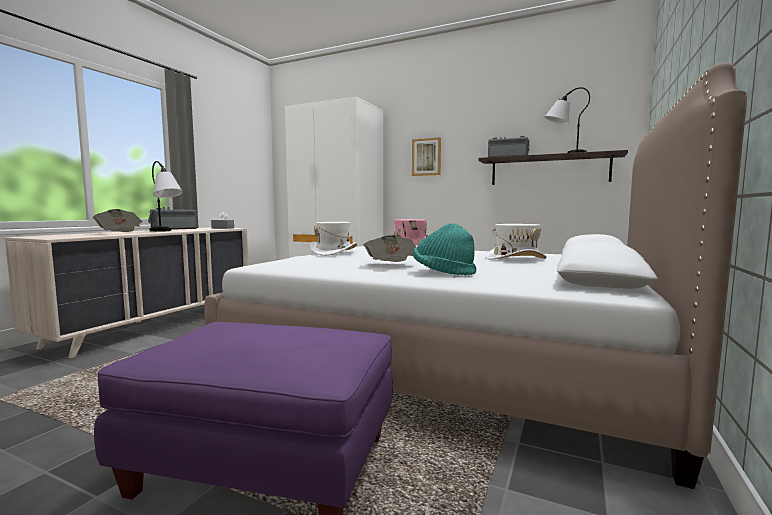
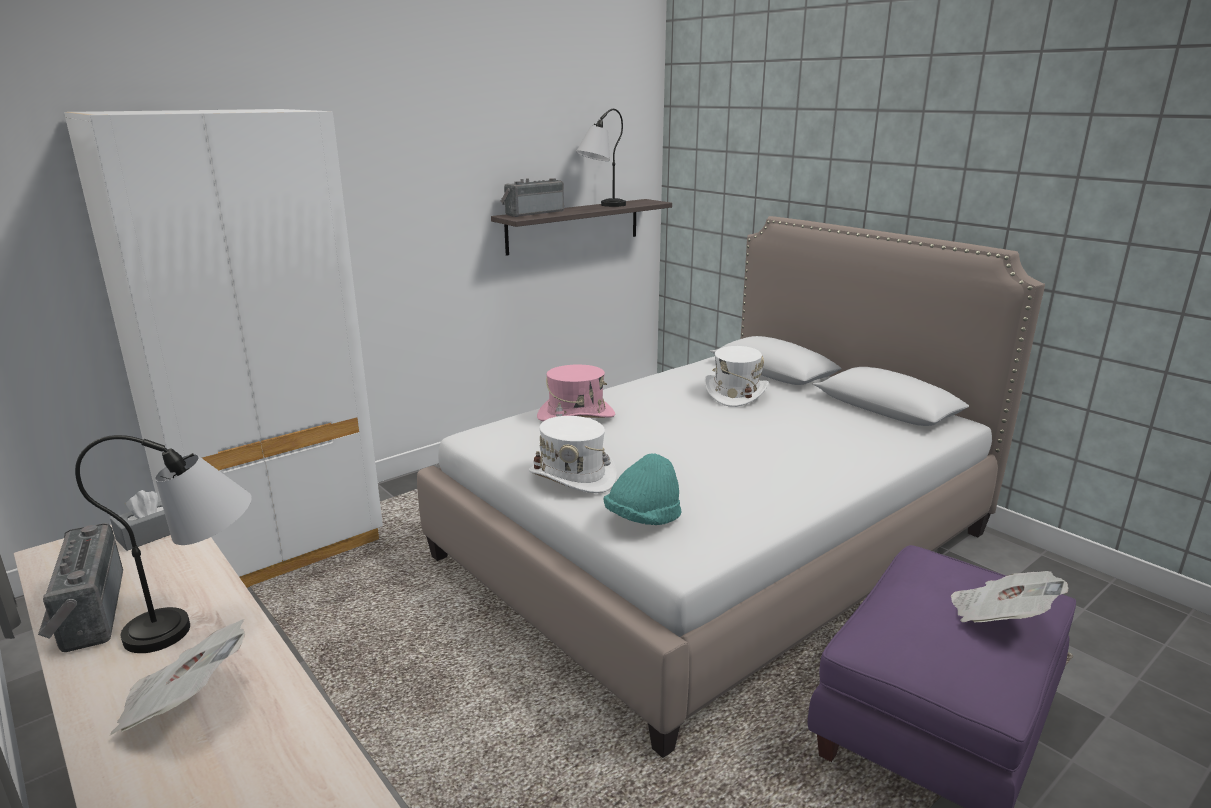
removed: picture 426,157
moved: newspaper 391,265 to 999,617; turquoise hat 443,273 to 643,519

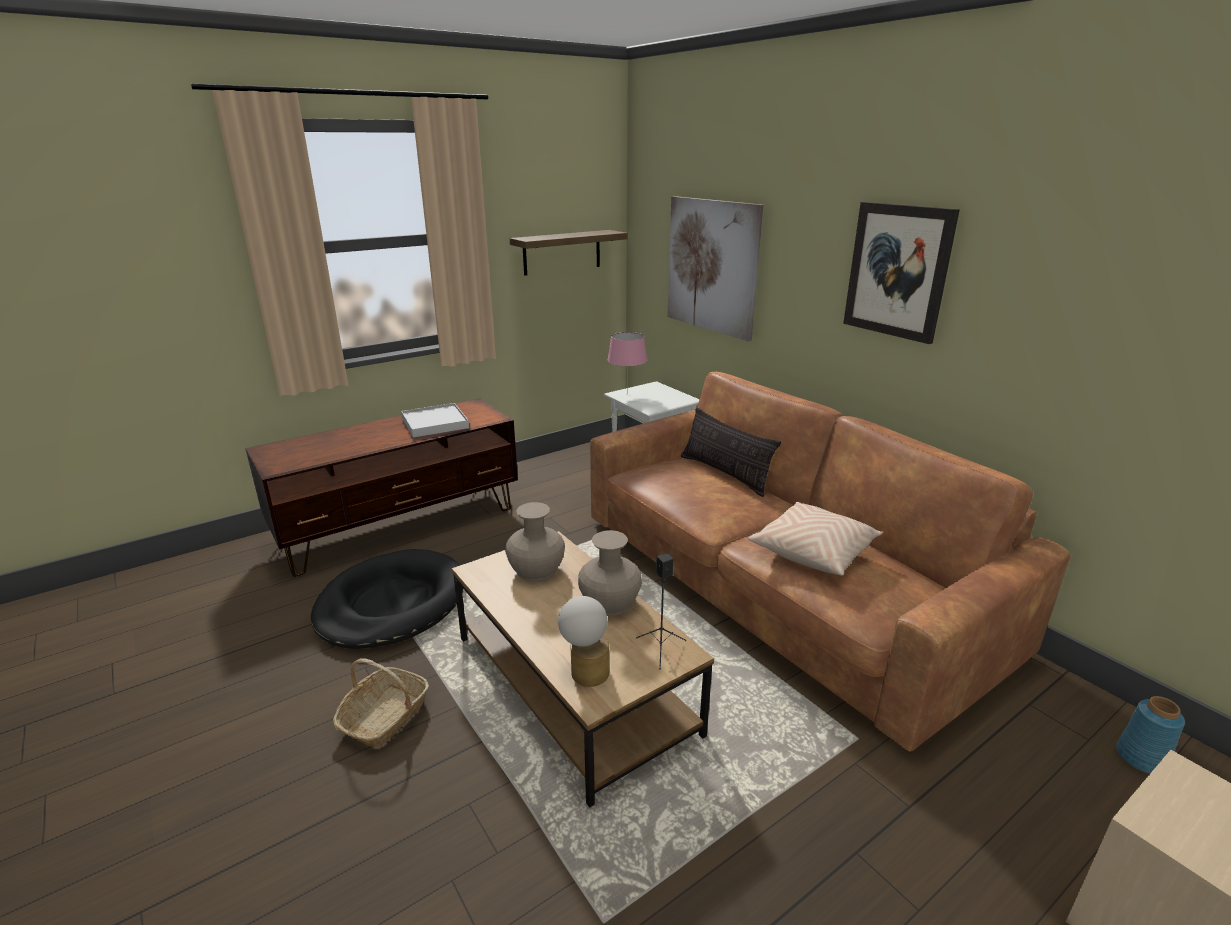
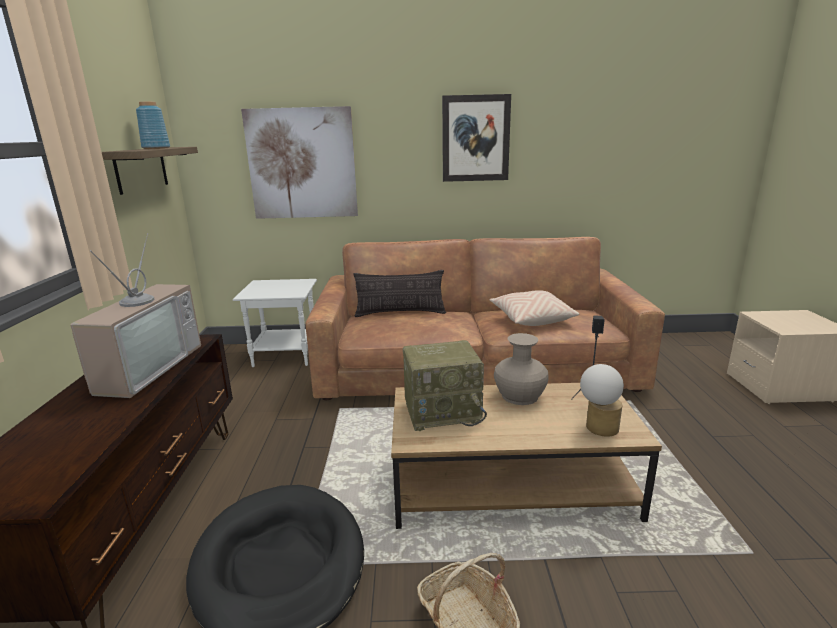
removed: pink table lamp 626,394
moved: blue vase 1139,758 to 155,148
replaced: white tray 435,423 to television 145,367; beige vase 536,569 to radio 443,412

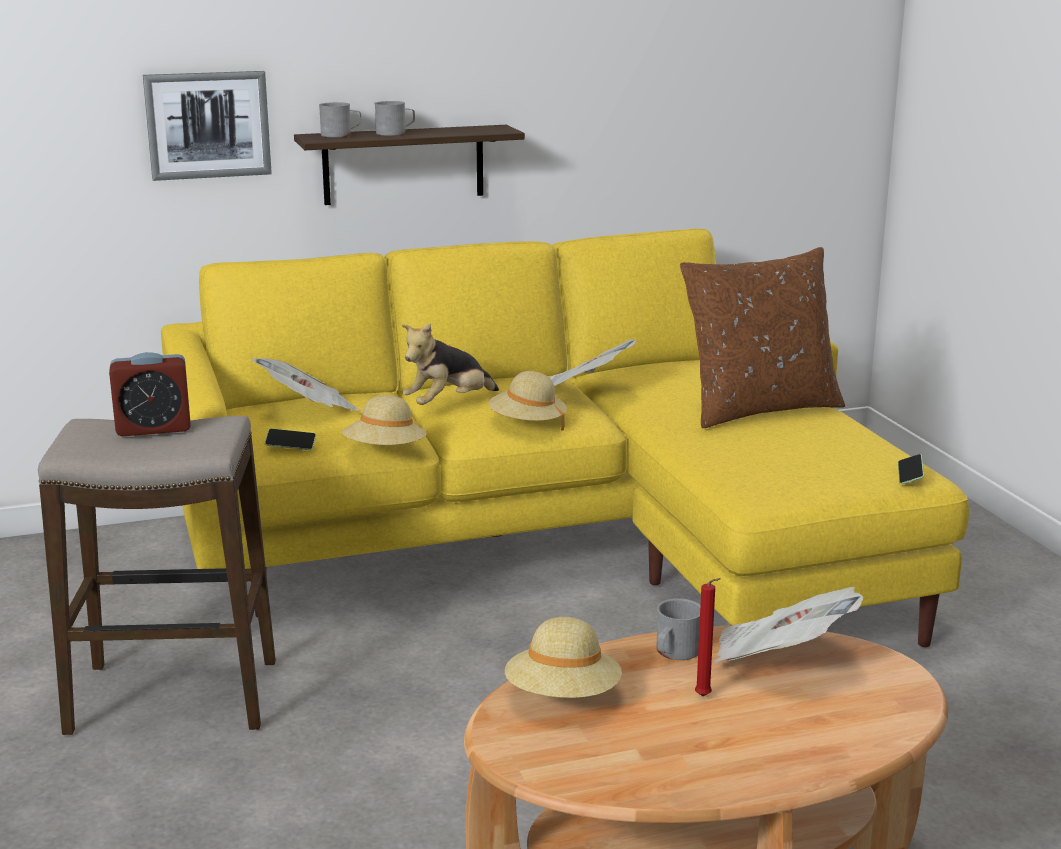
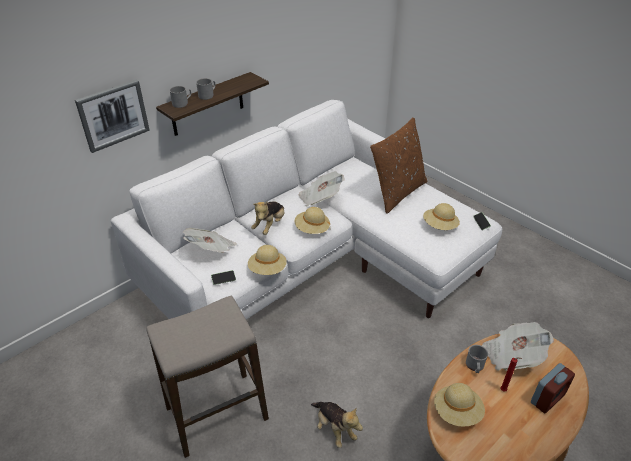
added: plush toy 334,428; beige hat 440,226
moved: alarm clock 153,429 to 547,398
recoloured: yellow sofa 554,551 to white sofa 312,263

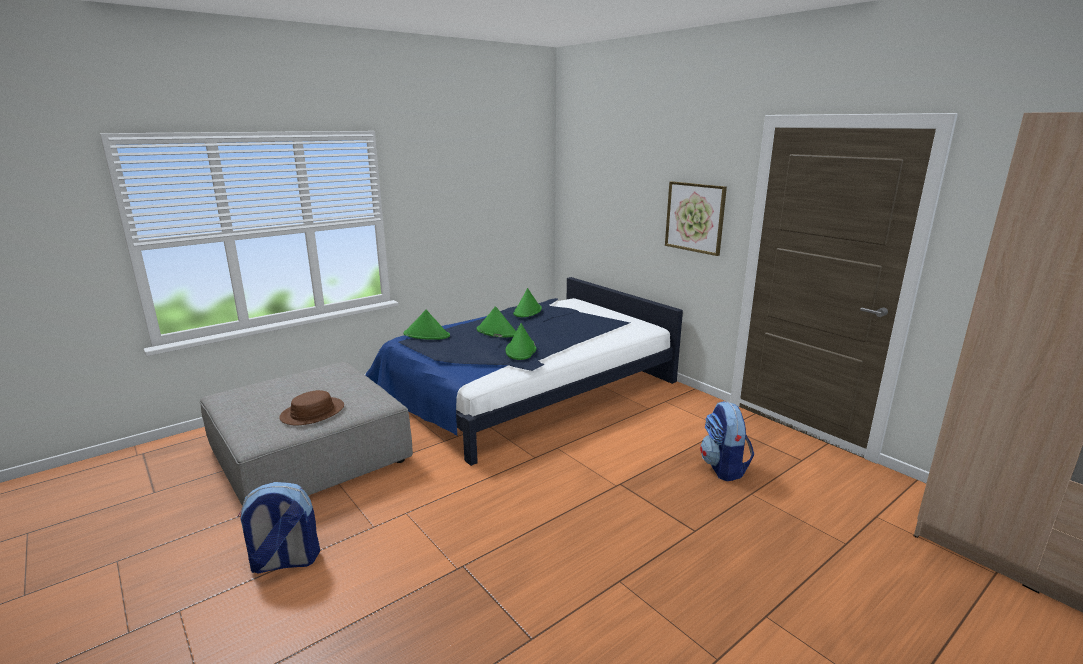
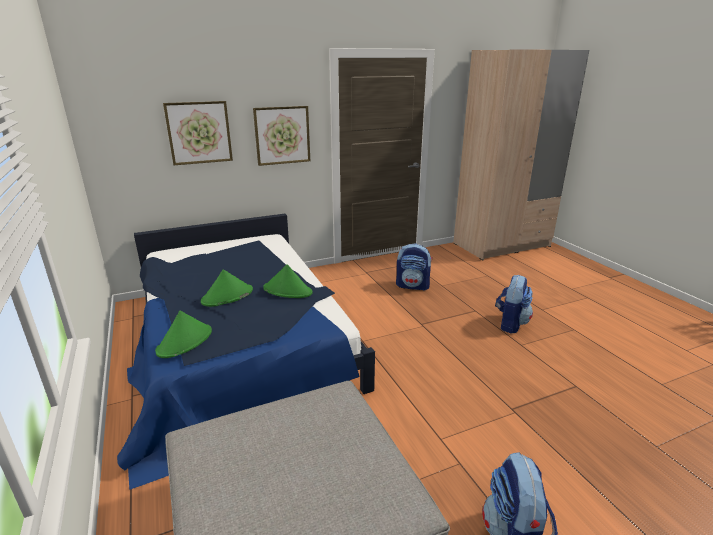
removed: brown hat 313,412; green hat 527,311
added: picture 199,132; backpack 510,324

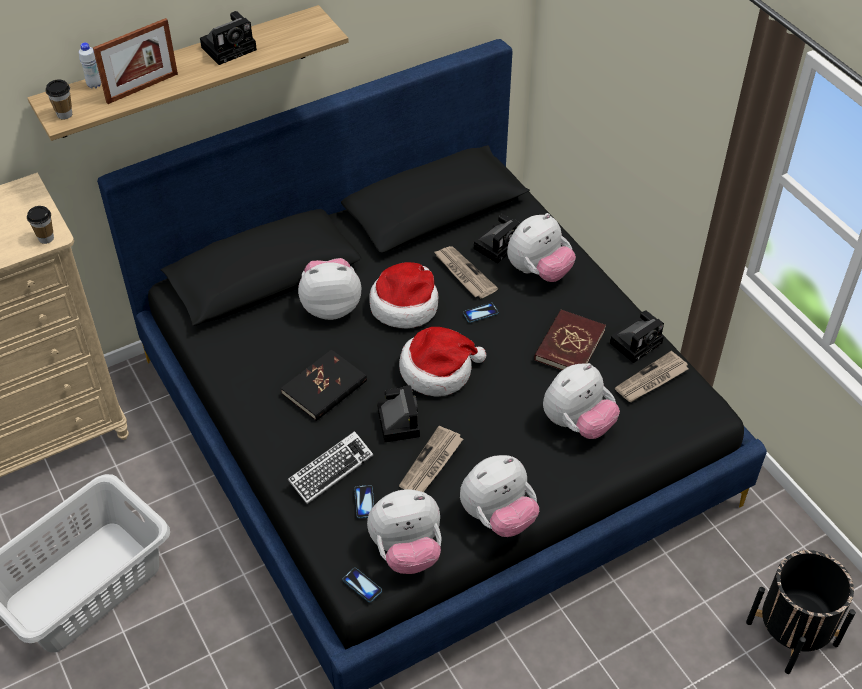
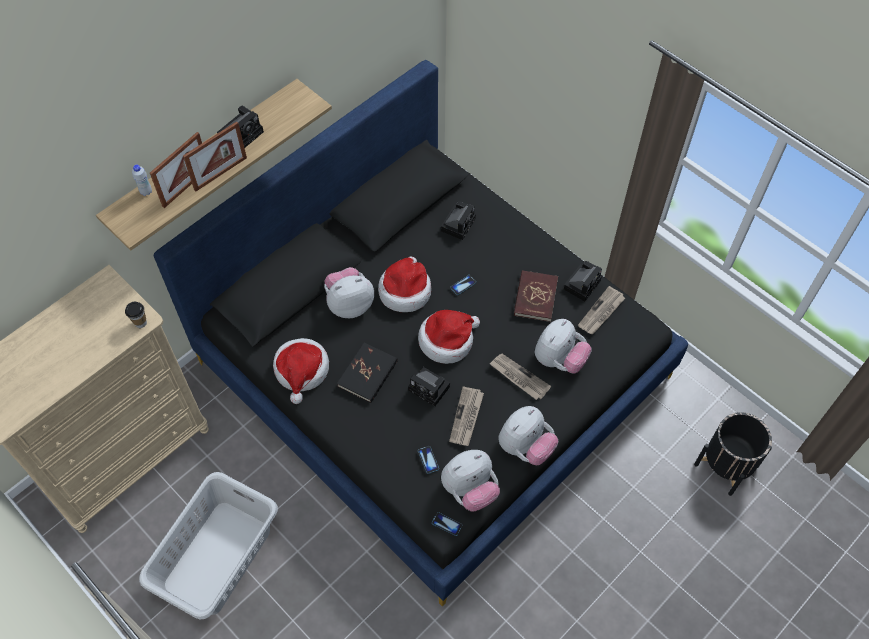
removed: cup 64,114; keyboard 330,470; plush toy 538,271
added: picture frame 220,173; hat 302,371
moved: newspaper 464,274 to 518,377
turned: photo camera 397,421 = 430,389 150 degrees clockwise

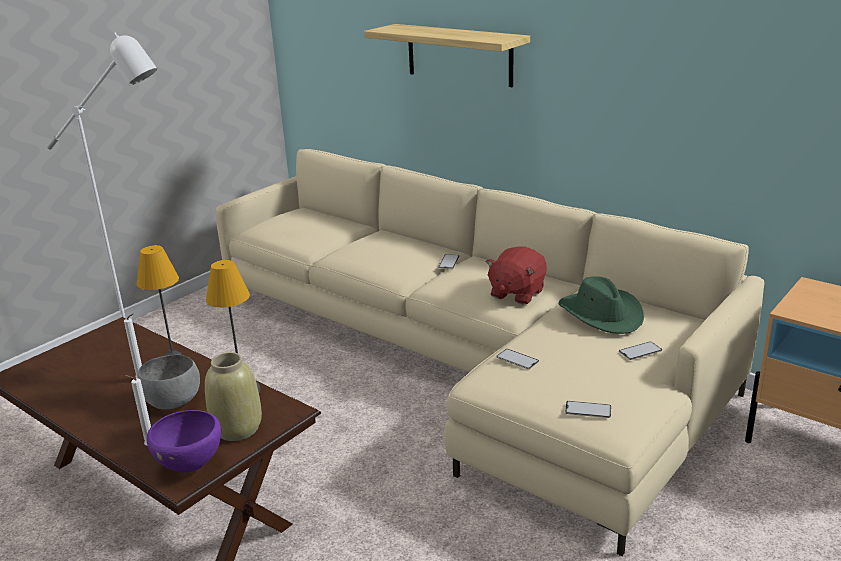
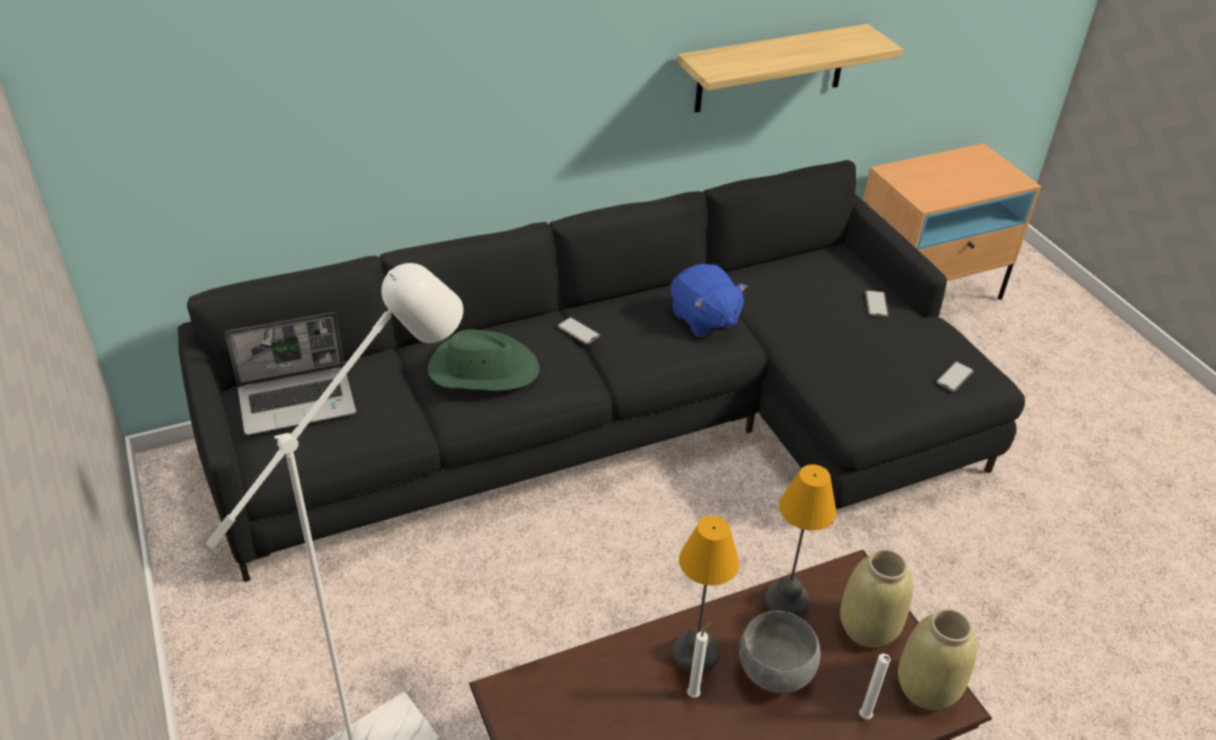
removed: phone 517,359
added: laptop 298,401
moved: shelf 459,55 to 771,68; green hat 601,314 to 482,369
replaced: purple bowl 191,466 to beige vase 926,686
recoloured: beige sofa 468,360 to black sofa 625,425; red plush toy 516,293 to blue plush toy 704,319

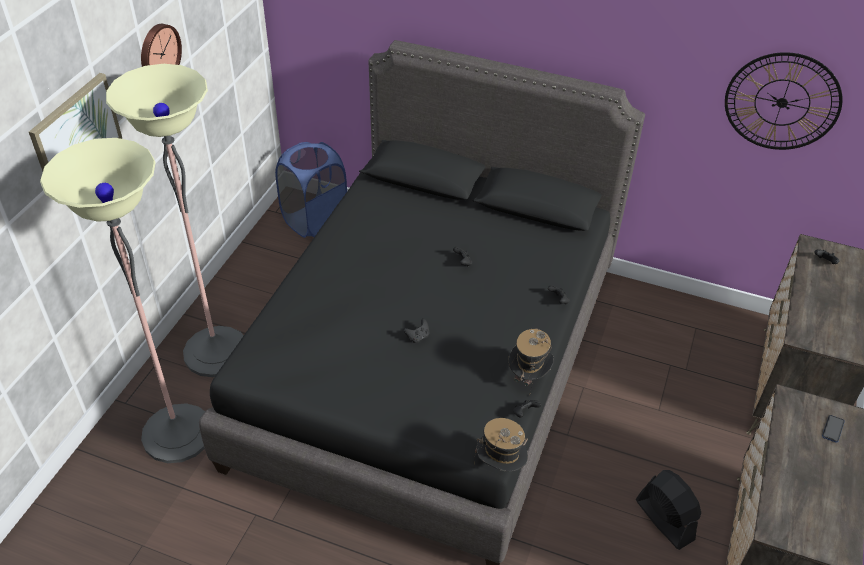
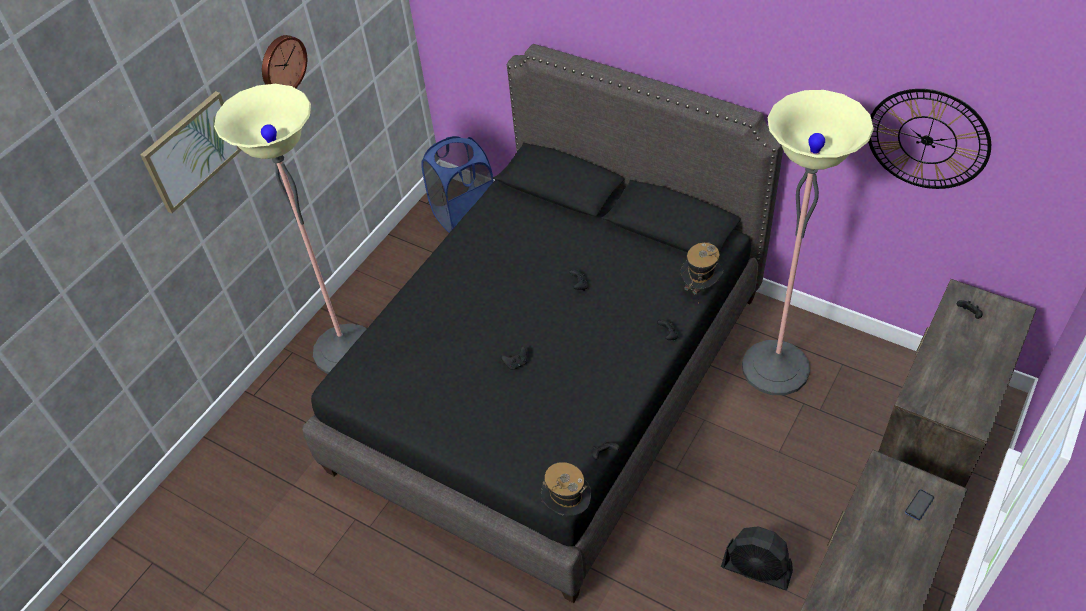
moved: floor lamp 177,434 to 775,368; hat 528,377 to 700,287
turned: black fan 664,519 = 756,569 135 degrees clockwise

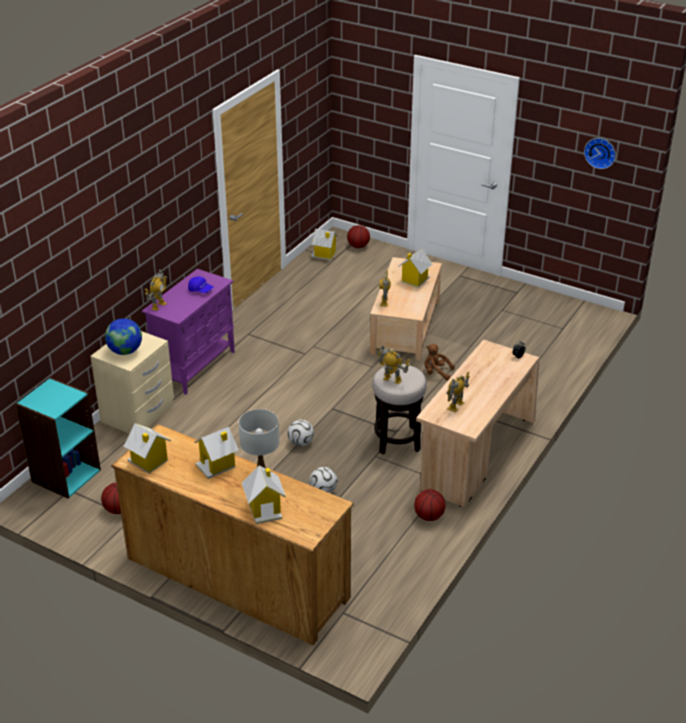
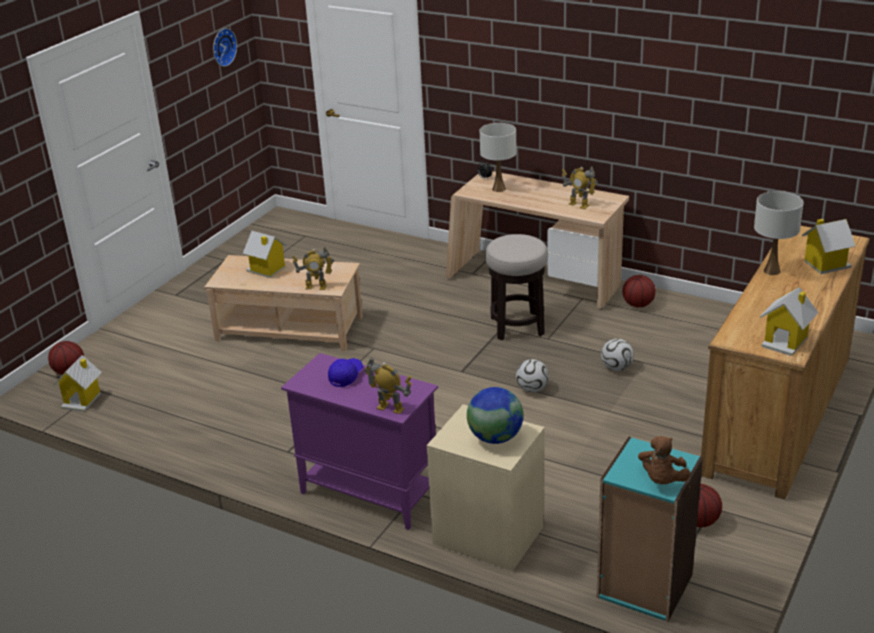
removed: toy house 217,465; toy robot 392,379
added: white table lamp 499,189
moved: brown plush toy 436,373 to 662,480

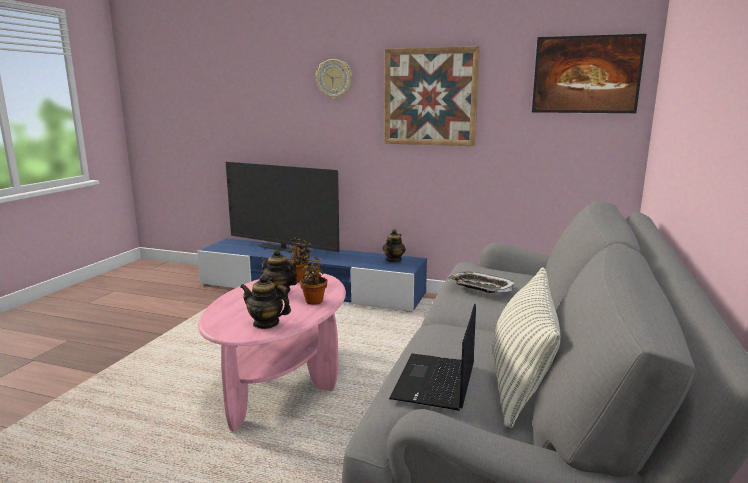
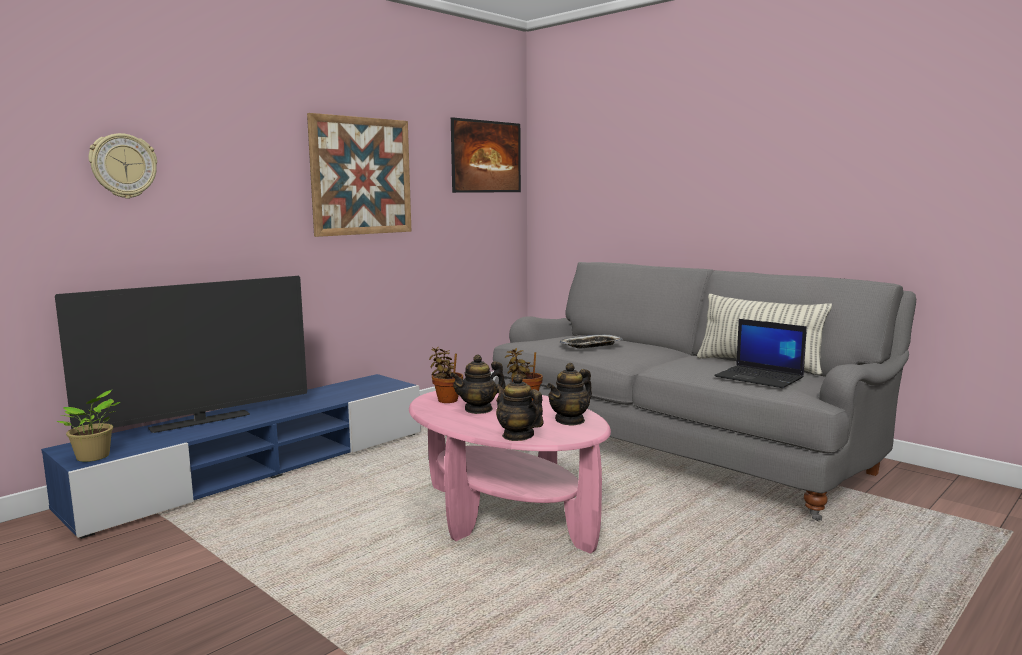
added: potted plant 94,457
moved: wall clock 334,79 to 123,166; teapot 393,260 to 518,436

